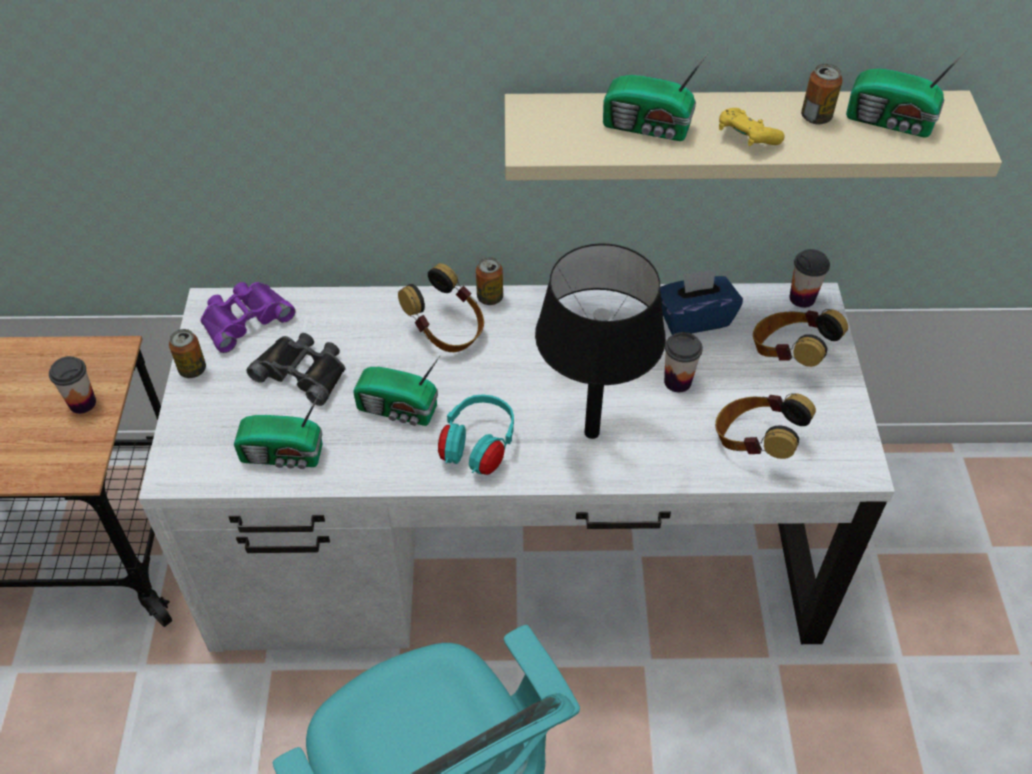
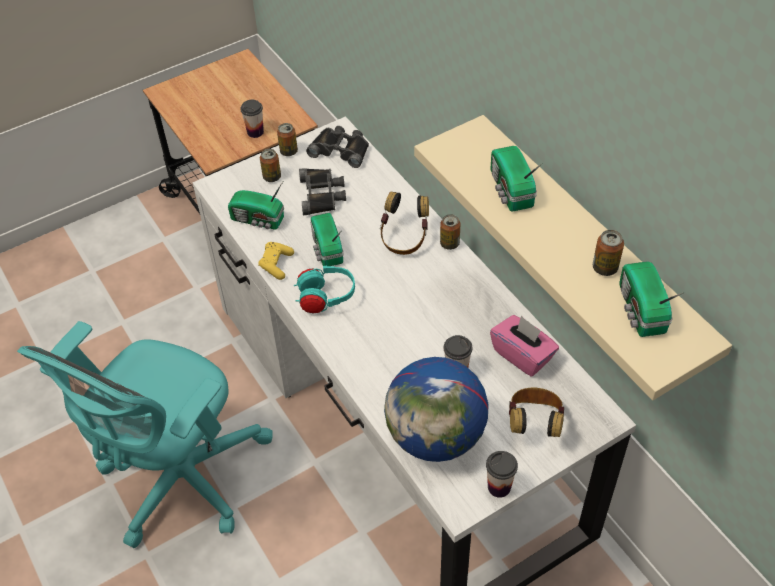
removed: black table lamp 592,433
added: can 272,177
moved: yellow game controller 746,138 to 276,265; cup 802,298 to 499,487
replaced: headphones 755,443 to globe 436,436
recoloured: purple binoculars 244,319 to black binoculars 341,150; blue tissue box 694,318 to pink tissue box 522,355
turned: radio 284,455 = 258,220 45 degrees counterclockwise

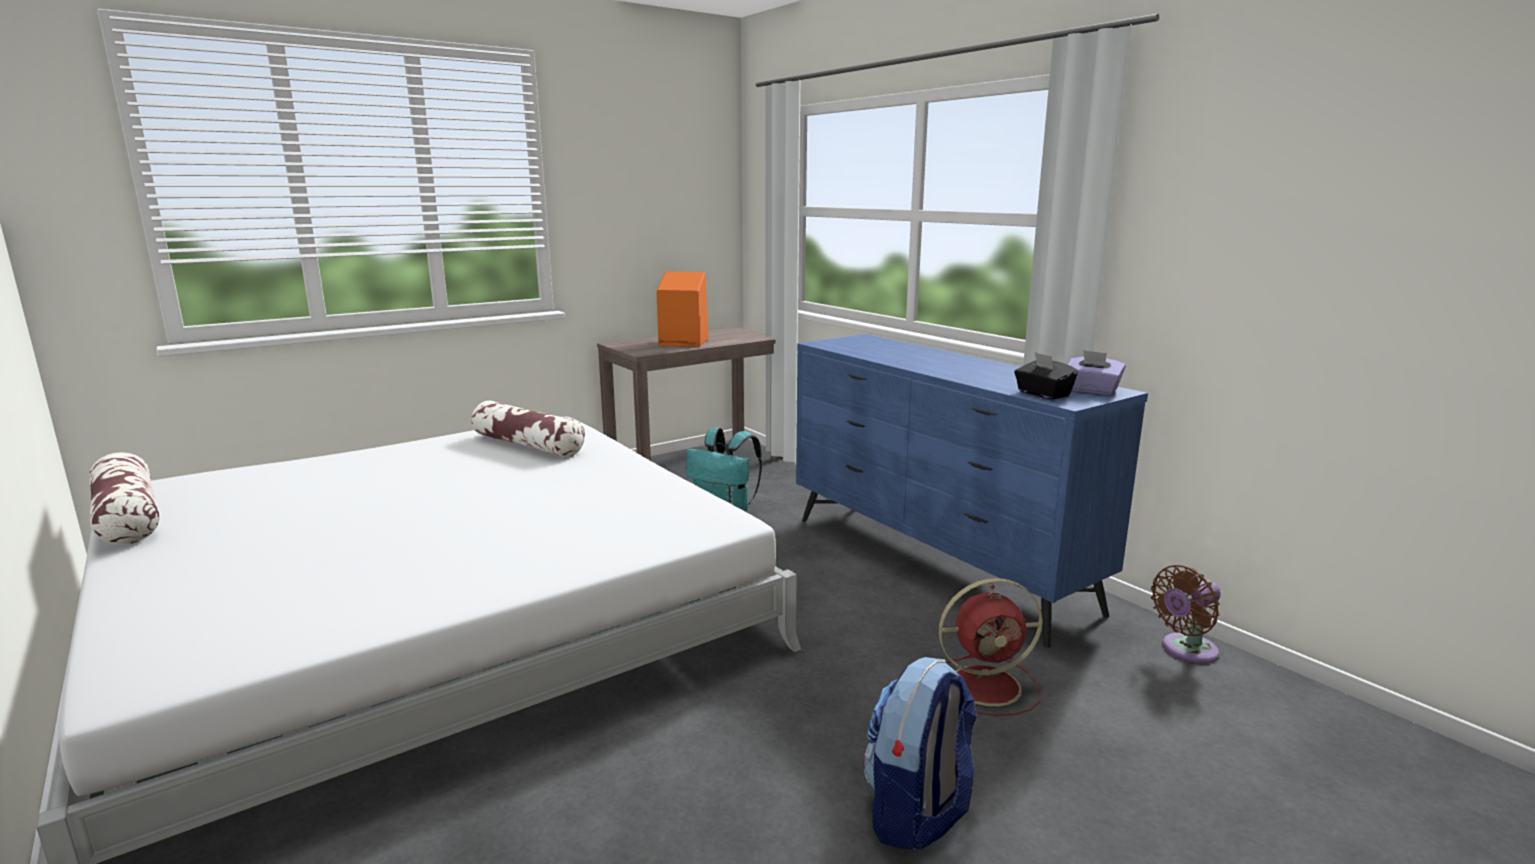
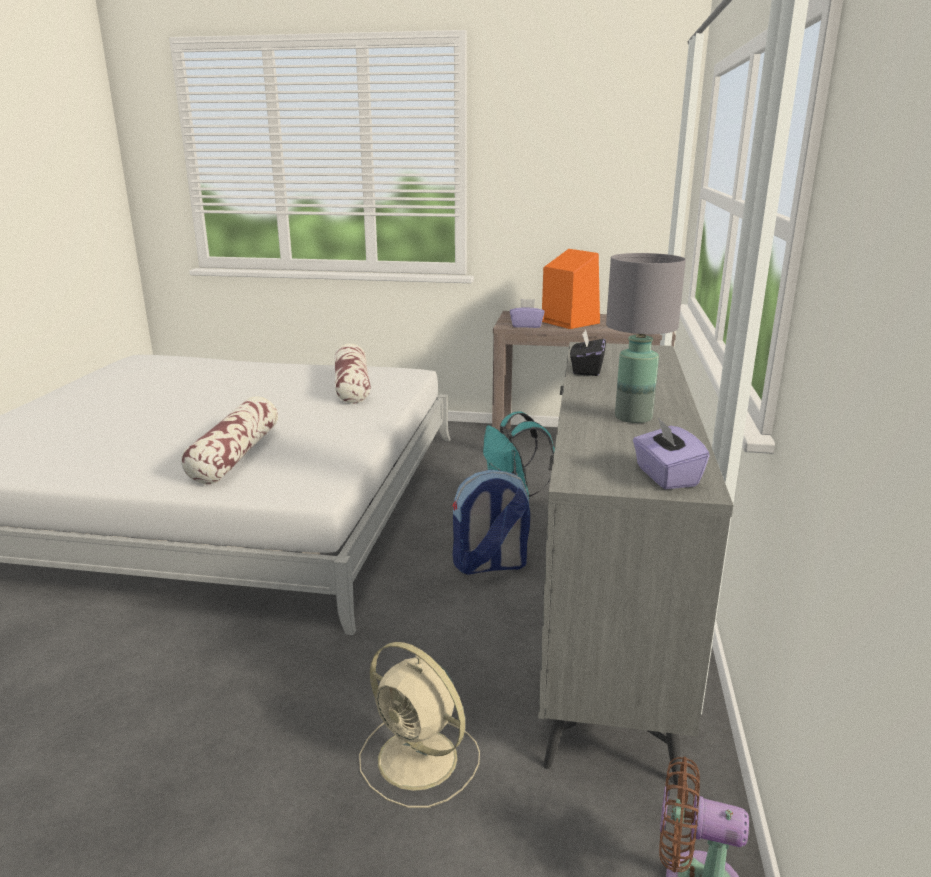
added: purple tissue box 526,326; grey table lamp 634,417
moved: pillow 127,517 to 236,455; backpack 917,813 to 489,565; black tissue box 1043,394 to 586,370
recoloured: blue dresser 936,563 to grey dresser 606,626; red fan 988,685 to beige fan 420,760

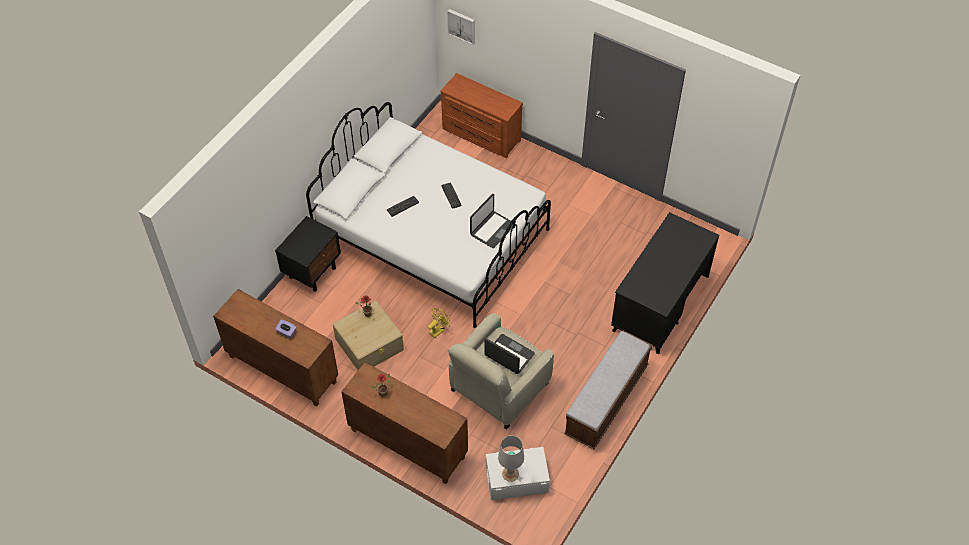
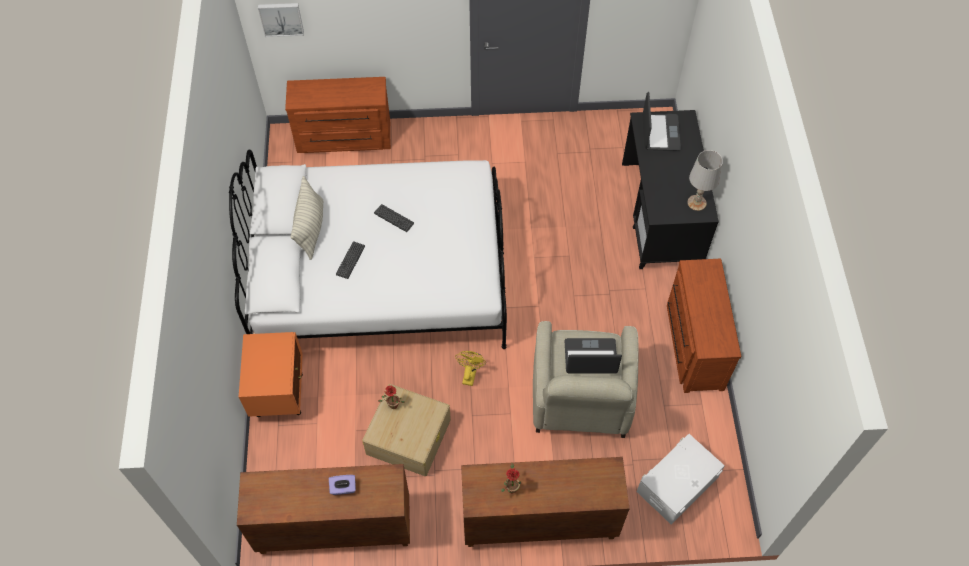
added: pillow 311,228
moved: laptop 492,230 to 660,132; white table lamp 510,473 to 697,202
replaced: bench 606,400 to brown dresser 692,344
recoloured: black nightstand 313,272 to orange nightstand 279,393

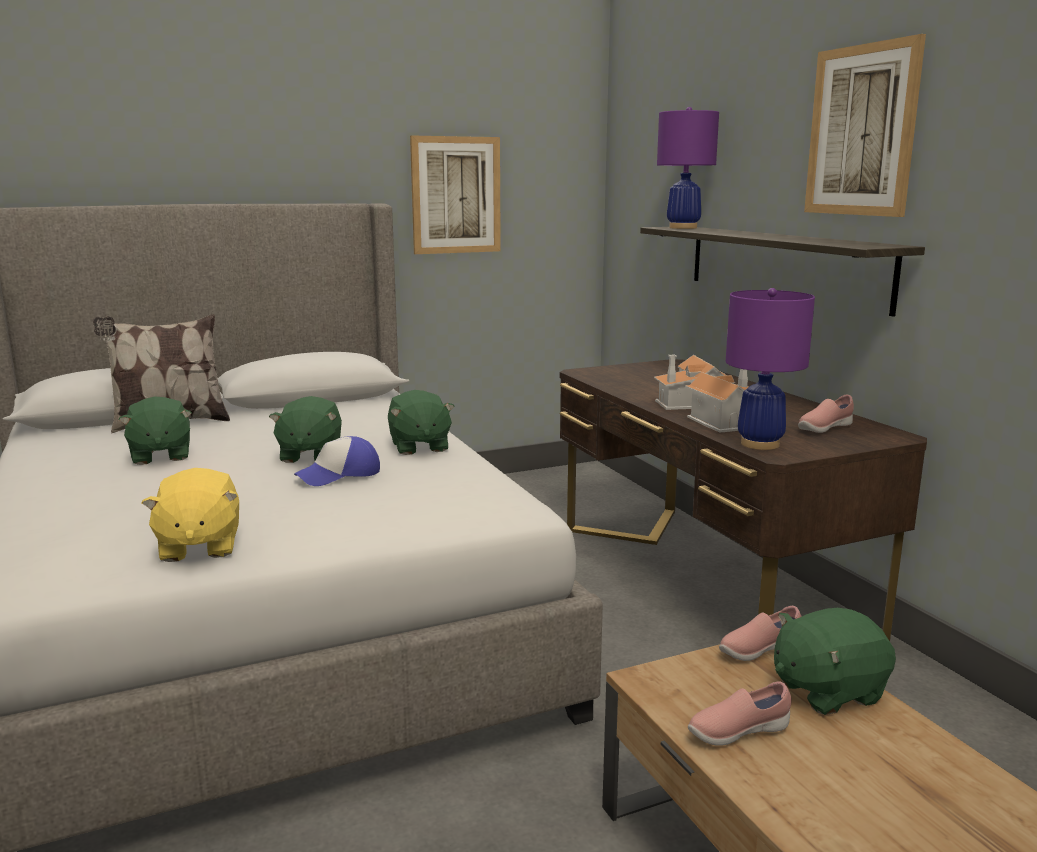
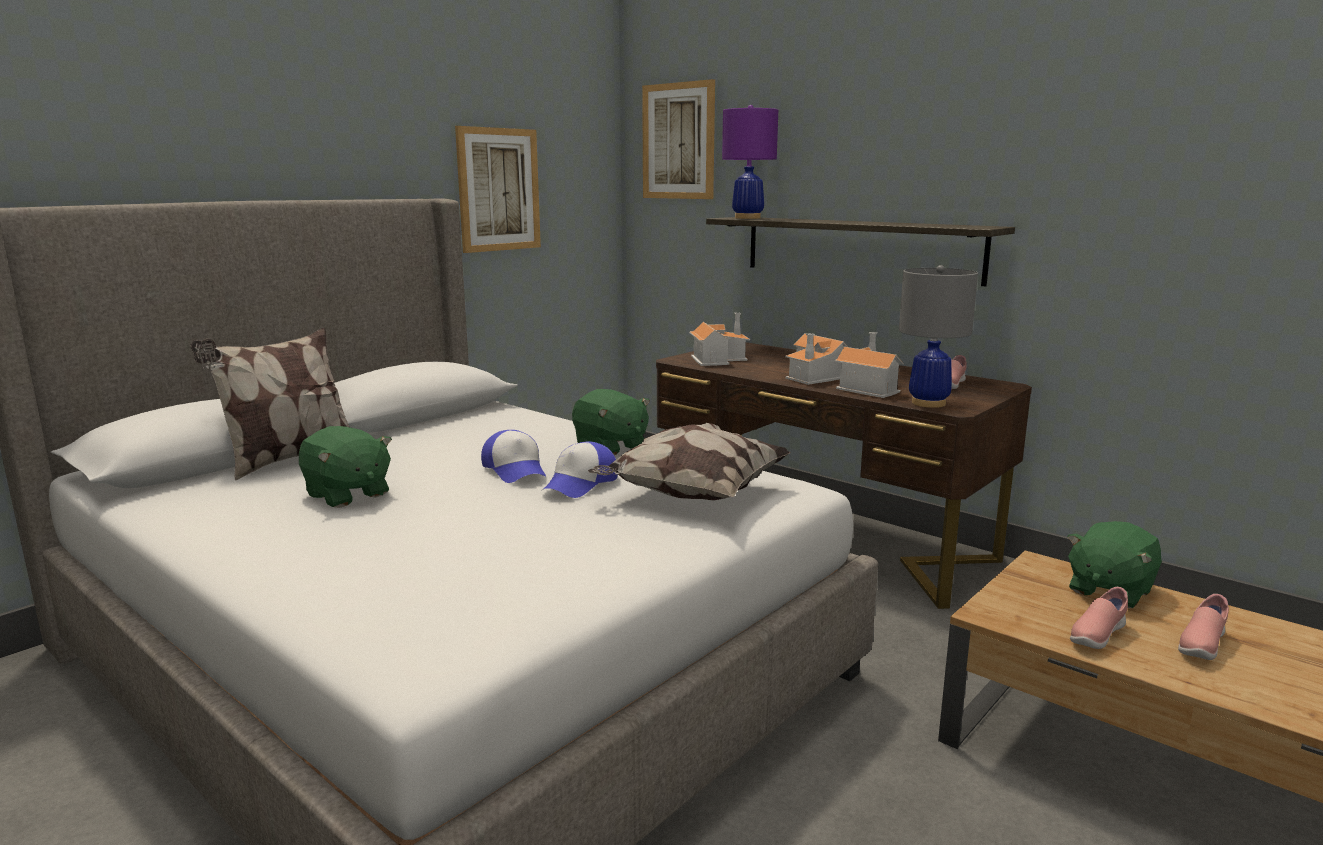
removed: yellow plush toy 198,547
added: pillow 691,495; toy house 718,359
moved: pink shoe 758,650 to 1201,645; picture 861,131 to 678,141
replaced: green plush toy 309,455 to cap 515,470
recoloured: purple table lamp 760,444 to grey table lamp 928,403

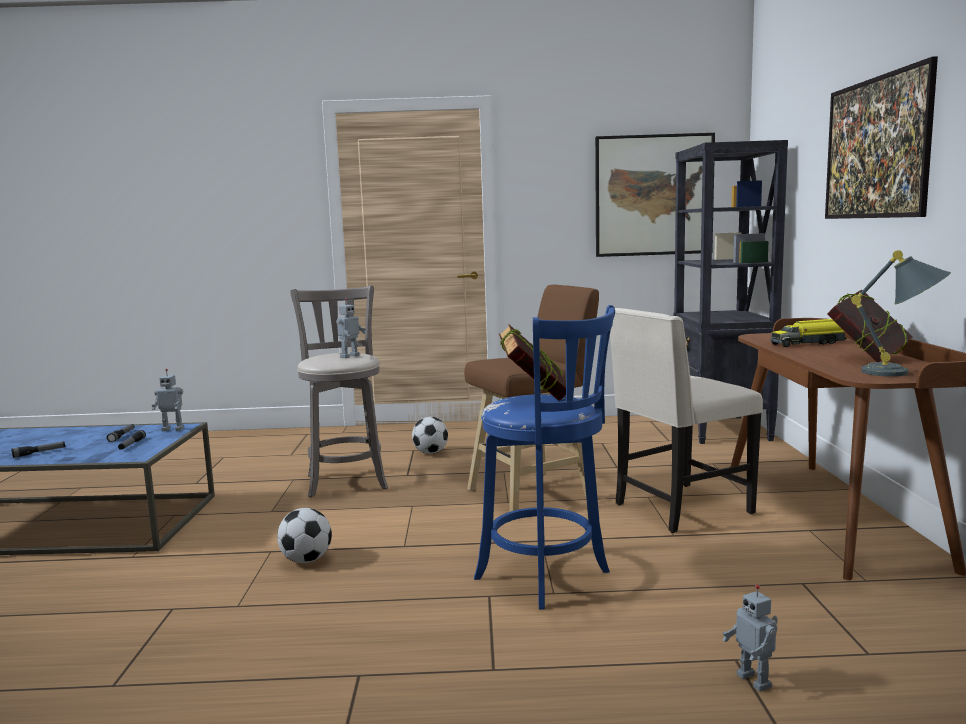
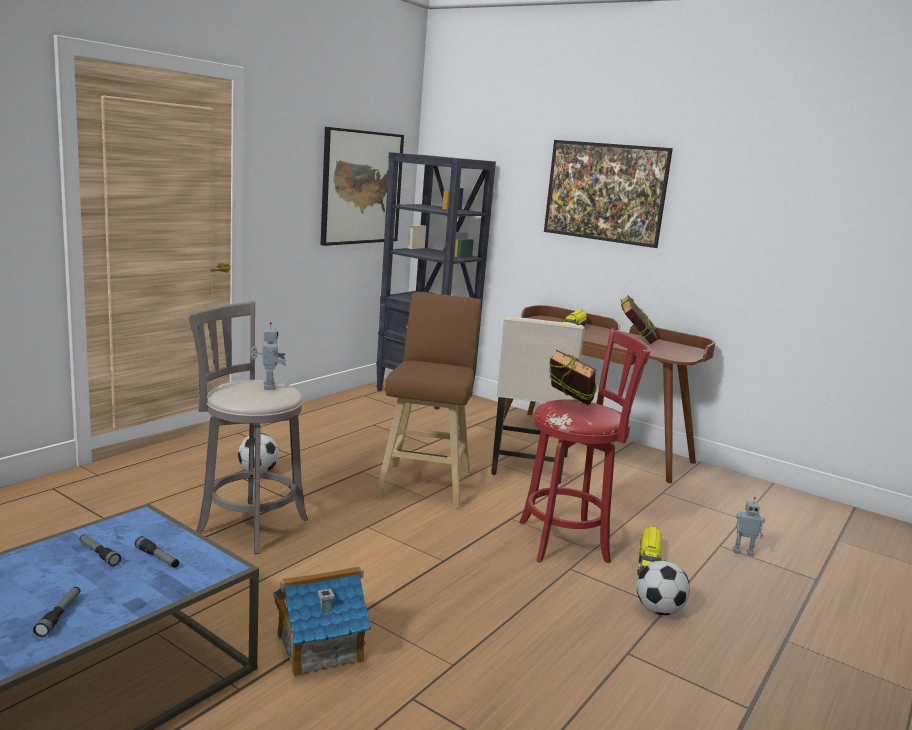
removed: toy robot 173,429; grey table lamp 902,373
added: toy house 319,647; toy truck 648,560
moved: football 307,560 to 659,610
recoloured: blue stool 547,577 to red stool 568,541

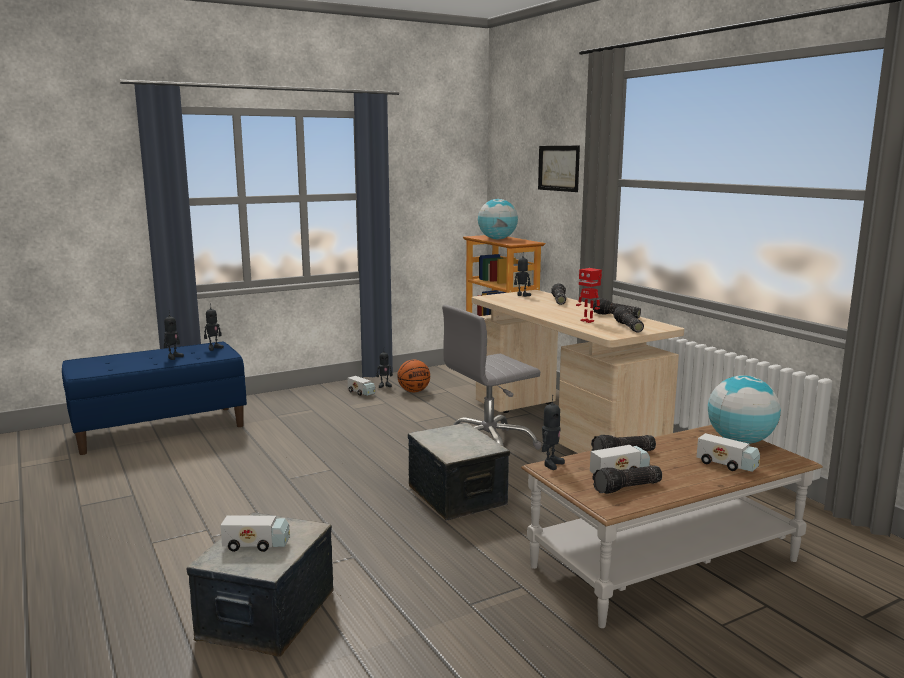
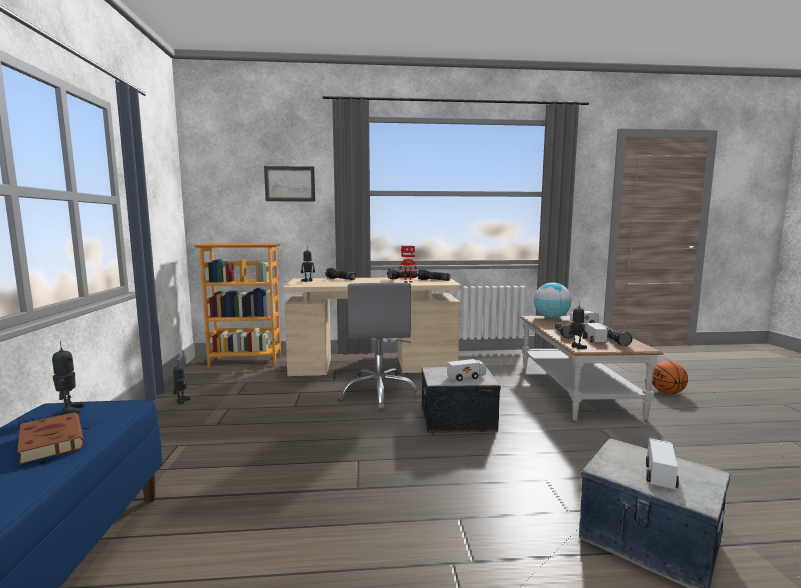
removed: globe 497,239
moved: toy truck 361,393 to 466,377; basketball 414,391 to 667,392
replaced: toy robot 173,357 to brown book 51,441

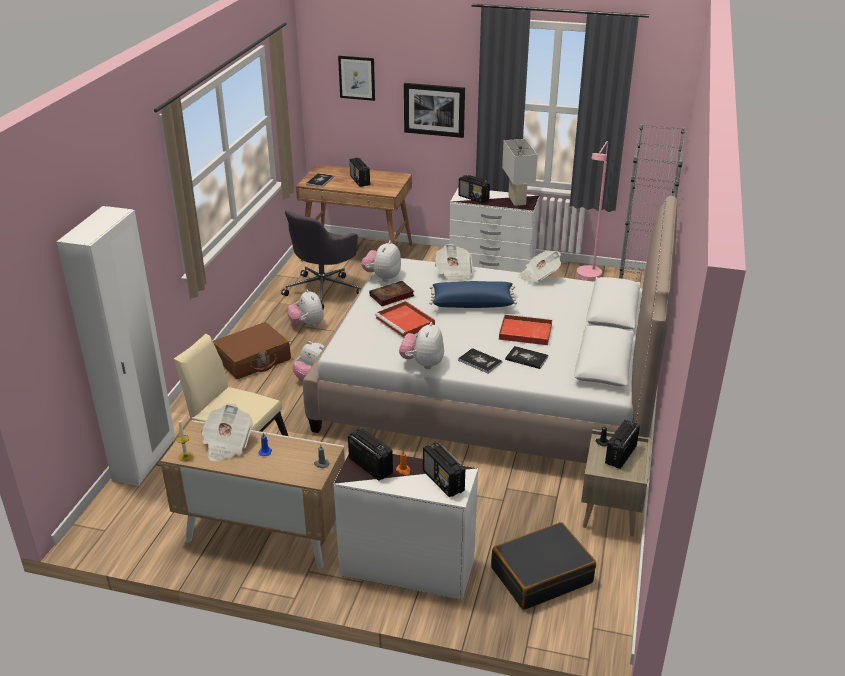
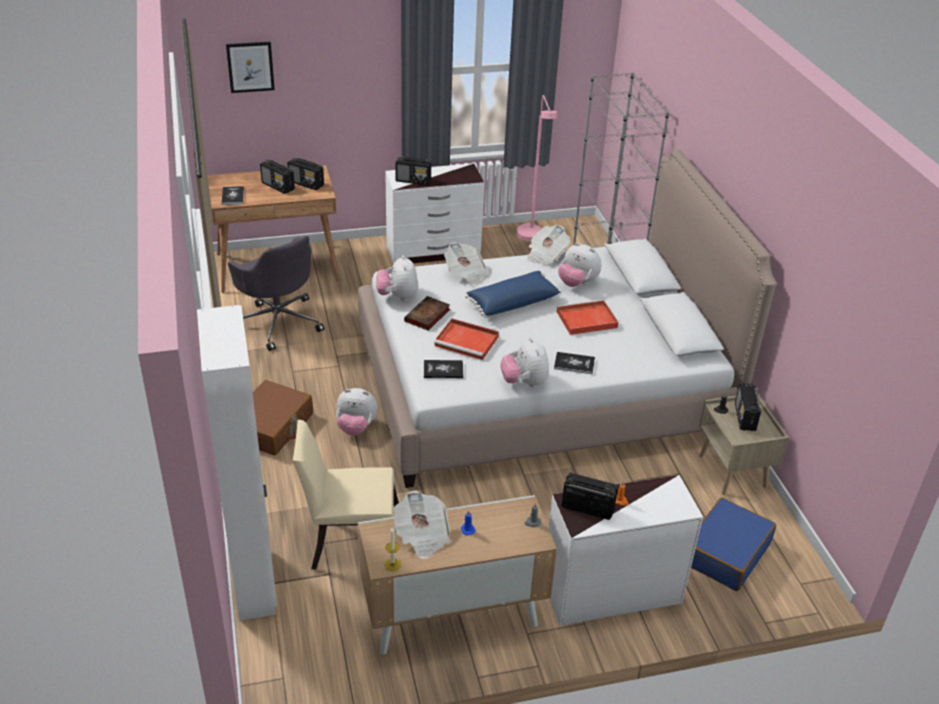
removed: picture 434,109; white table lamp 517,200
moved: plush toy 307,324 to 577,283; radio 443,481 to 306,184; book 526,358 to 443,370
recoloured: black suitcase 541,575 to blue suitcase 725,553
turned: grey office chair 324,290 = 278,321 45 degrees counterclockwise

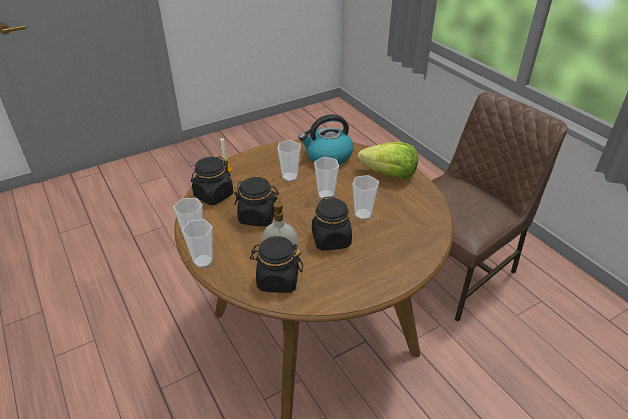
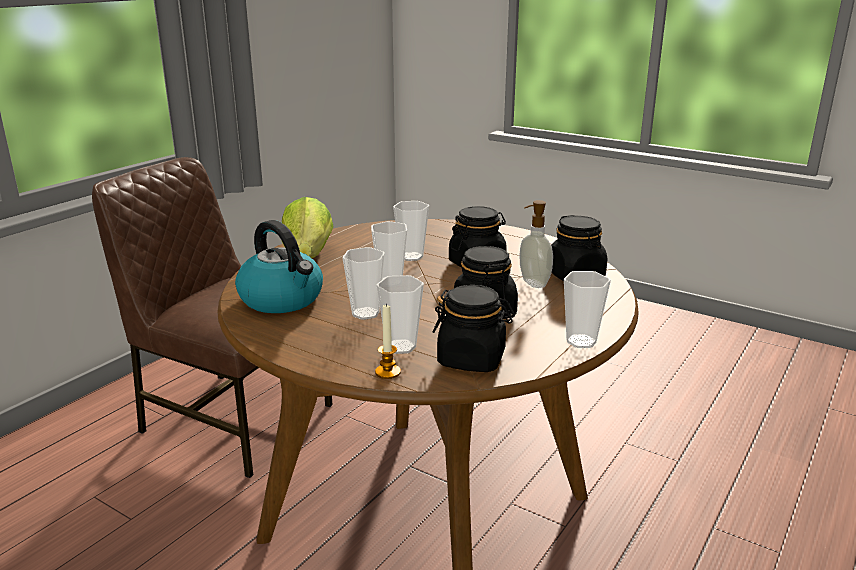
moved: cup 203,261 to 401,347

